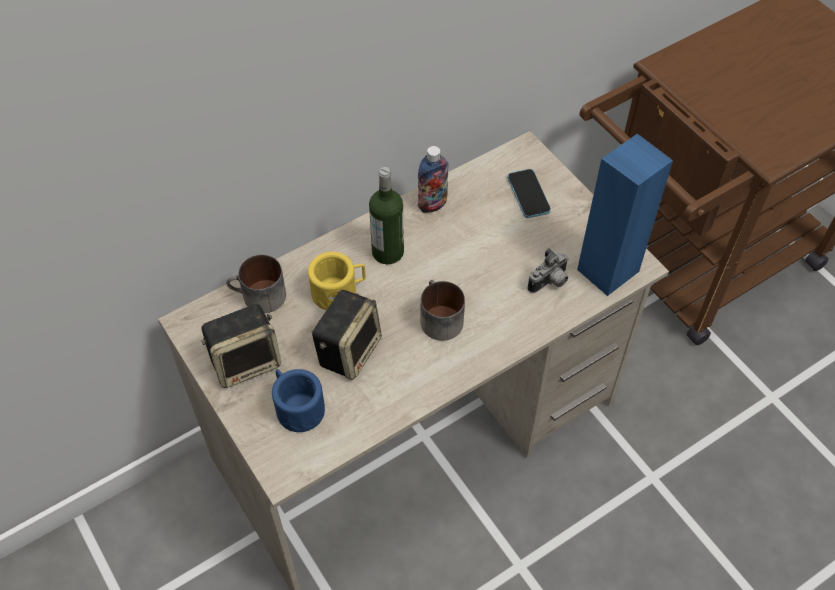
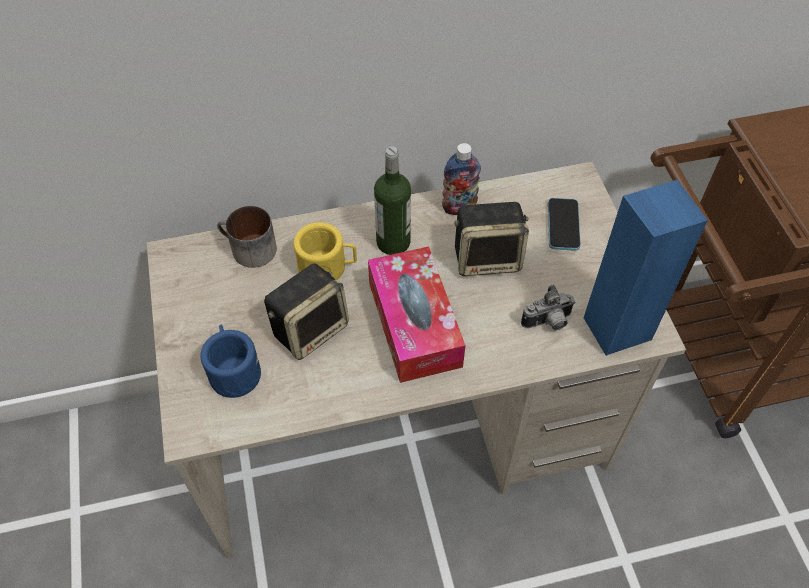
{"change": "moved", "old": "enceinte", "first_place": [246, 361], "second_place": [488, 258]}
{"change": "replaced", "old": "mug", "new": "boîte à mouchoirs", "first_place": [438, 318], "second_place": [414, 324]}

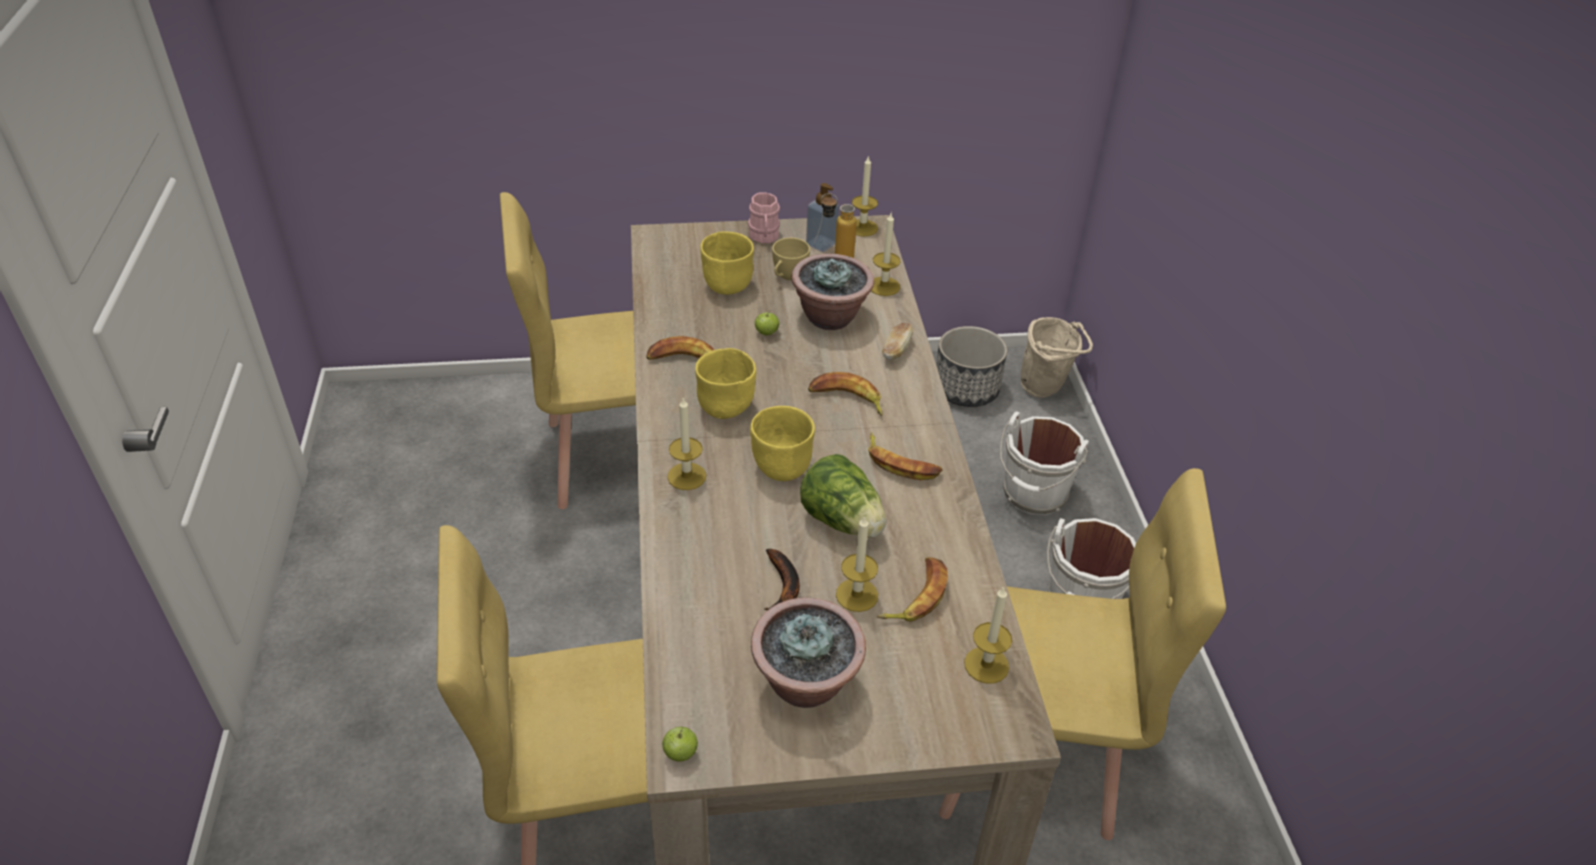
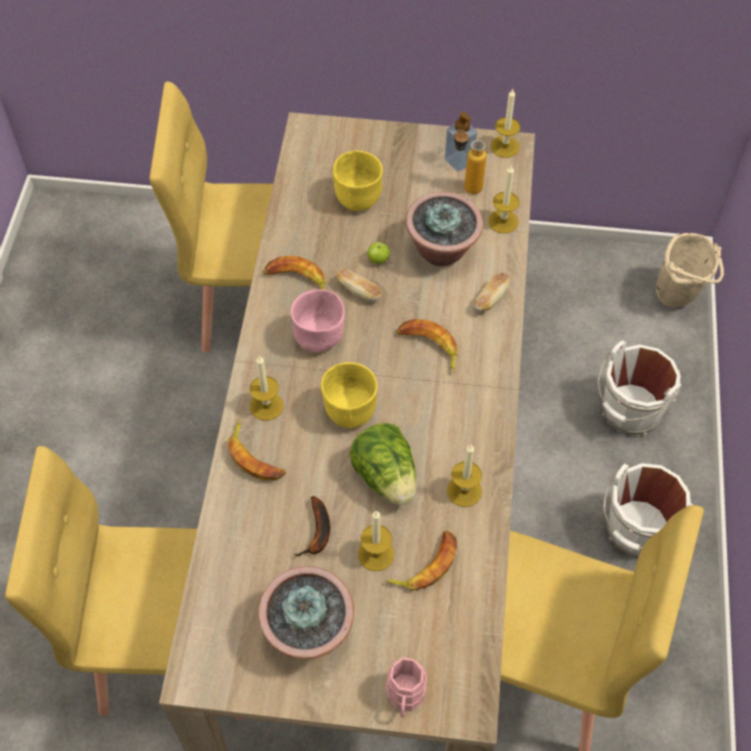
{"change": "removed", "old": "pomme", "first_place": [680, 754]}
{"change": "recoloured", "old": "bol/jaune", "new": "bol/rose", "first_place": [727, 407], "second_place": [320, 338]}
{"change": "moved", "old": "mug/rose", "first_place": [764, 237], "second_place": [404, 697]}
{"change": "removed", "old": "tasse/jaune", "first_place": [787, 276]}
{"change": "moved", "old": "banane", "first_place": [901, 463], "second_place": [255, 457]}
{"change": "removed", "old": "cache-pot", "first_place": [966, 389]}
{"change": "moved", "old": "bougie", "first_place": [986, 665], "second_place": [464, 491]}
{"change": "added", "new": "pain", "second_place": [359, 291]}

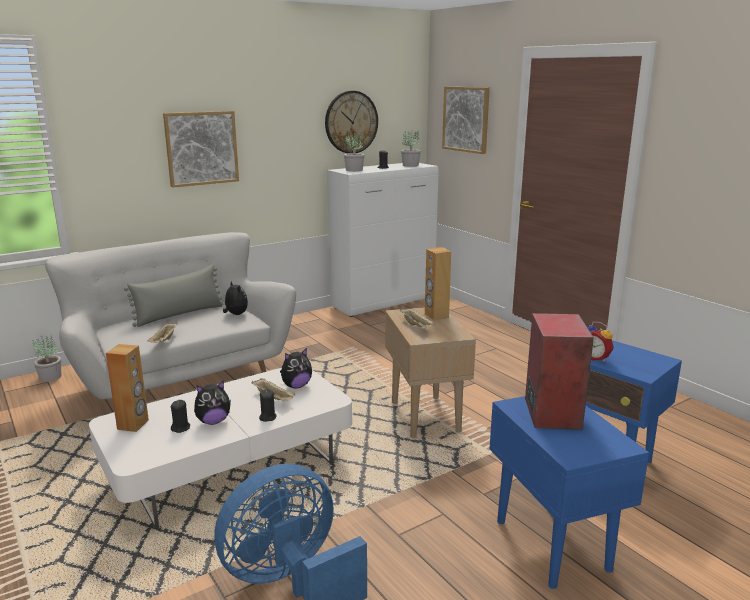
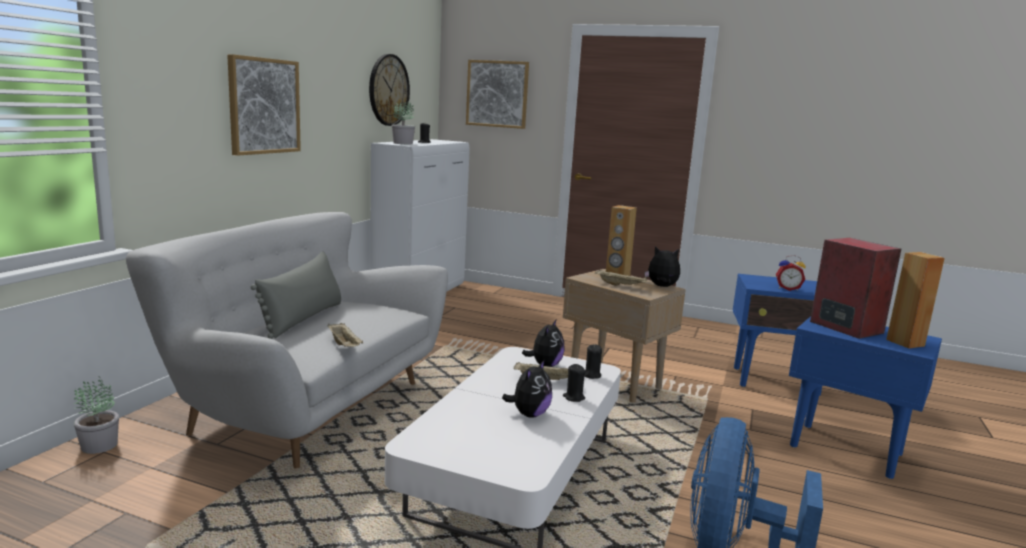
{"change": "moved", "old": "enceinte/marron", "first_place": [133, 424], "second_place": [905, 343]}
{"change": "moved", "old": "bougie/noir", "first_place": [181, 428], "second_place": [591, 375]}
{"change": "moved", "old": "peluche", "first_place": [235, 314], "second_place": [662, 287]}
{"change": "removed", "old": "plante en pot", "first_place": [410, 165]}

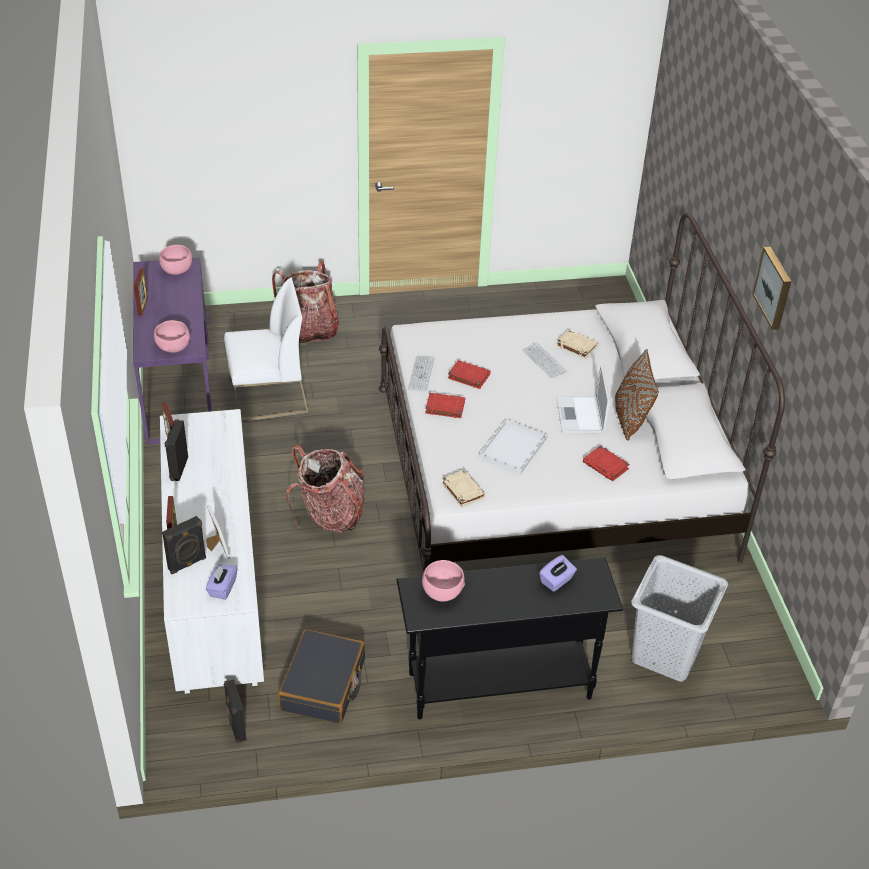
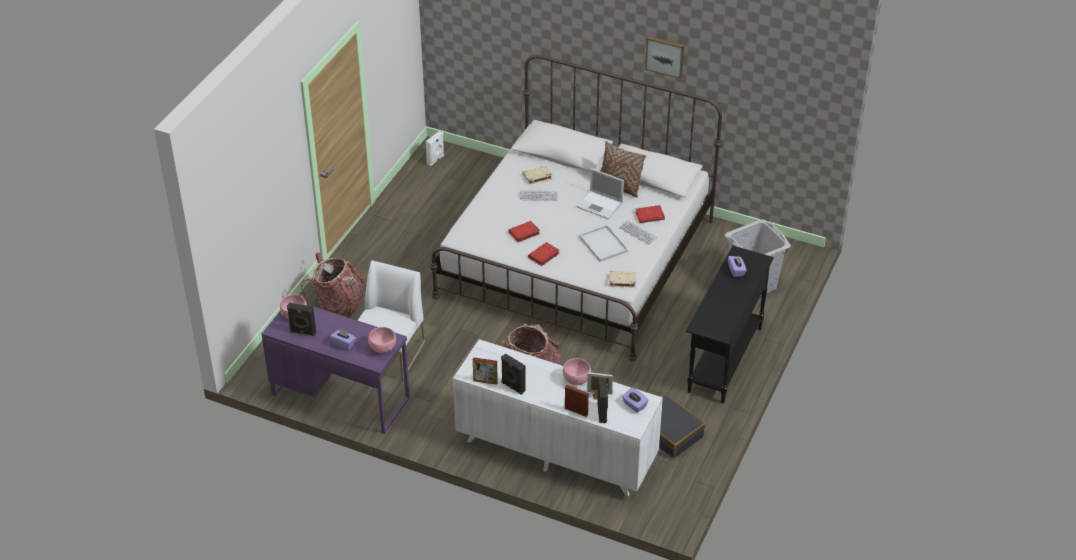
{"change": "removed", "old": "cadre photo", "first_place": [143, 306]}
{"change": "moved", "old": "enceinte/noir", "first_place": [236, 727], "second_place": [303, 332]}
{"change": "moved", "old": "clavier", "first_place": [421, 374], "second_place": [638, 233]}
{"change": "moved", "old": "bol/rose", "first_place": [442, 592], "second_place": [576, 380]}
{"change": "added", "new": "boîte à mouchoirs/violet", "second_place": [343, 344]}
{"change": "added", "new": "enceinte/blanc", "second_place": [436, 160]}

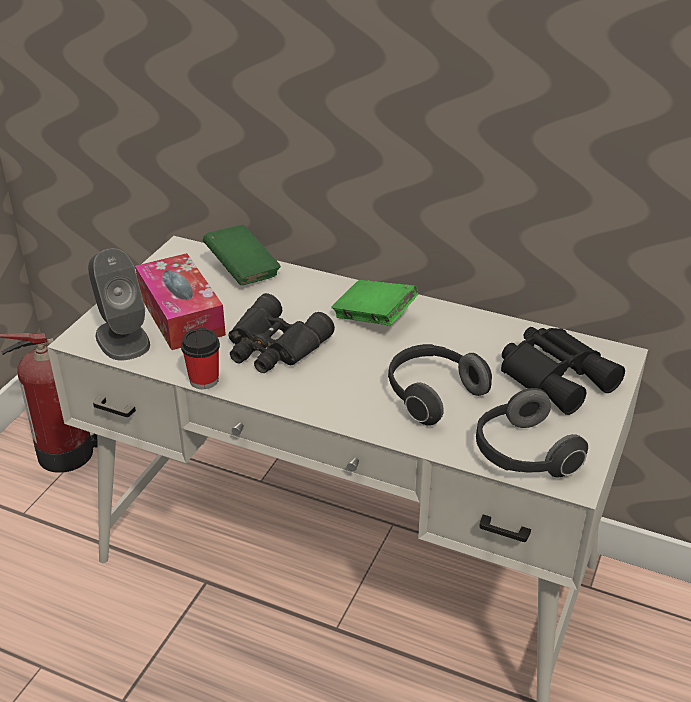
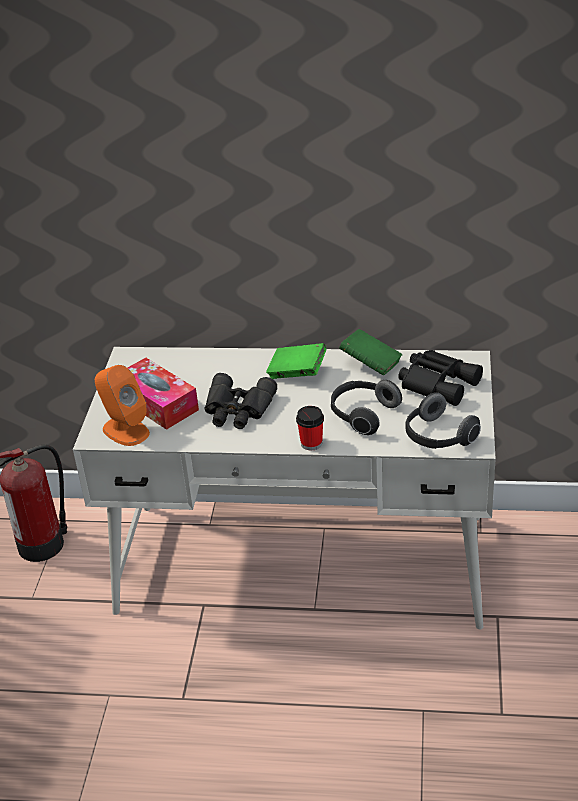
{"change": "recoloured", "old": "enceinte/gris", "new": "enceinte/orange", "first_place": [122, 339], "second_place": [125, 430]}
{"change": "moved", "old": "tasse", "first_place": [204, 380], "second_place": [311, 443]}
{"change": "moved", "old": "livre/vert", "first_place": [242, 270], "second_place": [371, 364]}

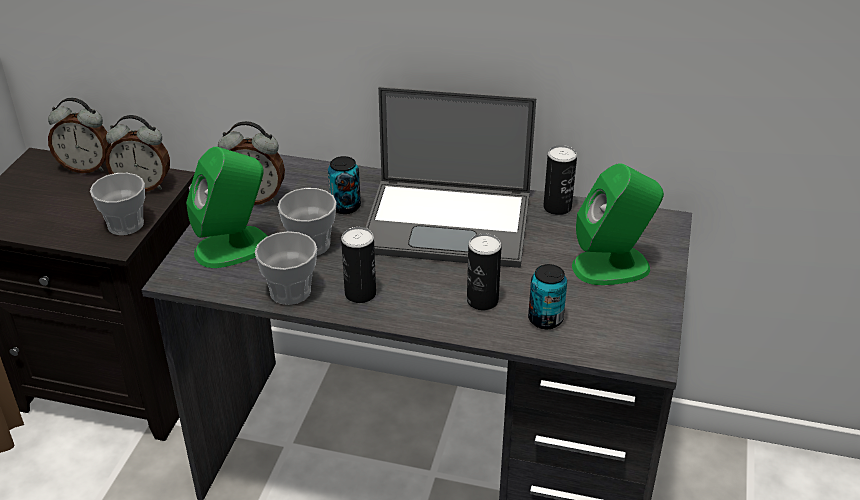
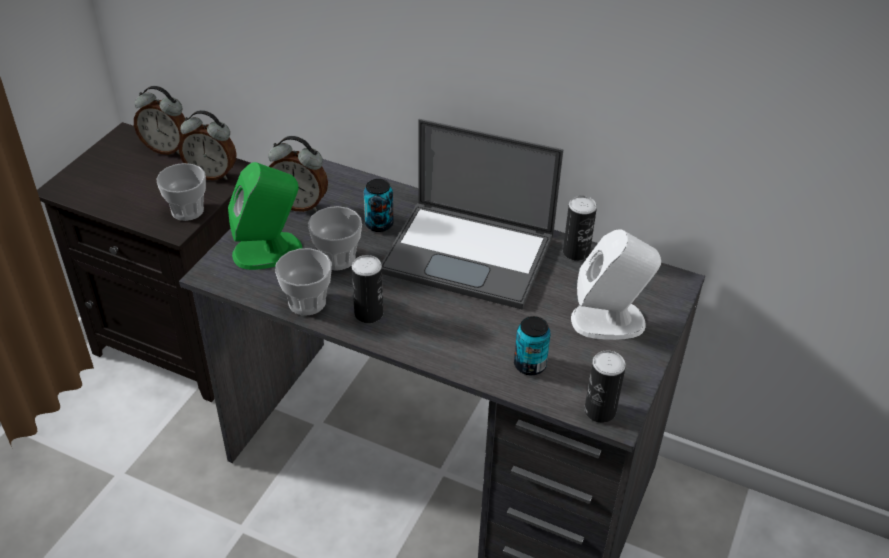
{"change": "moved", "old": "boîte métallique", "first_place": [482, 300], "second_place": [600, 411]}
{"change": "recoloured", "old": "enceinte/vert", "new": "enceinte/blanc", "first_place": [612, 266], "second_place": [609, 321]}

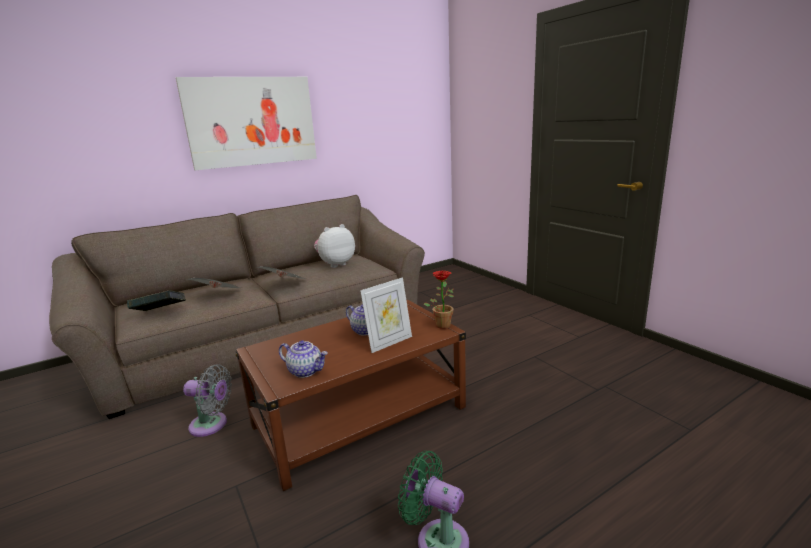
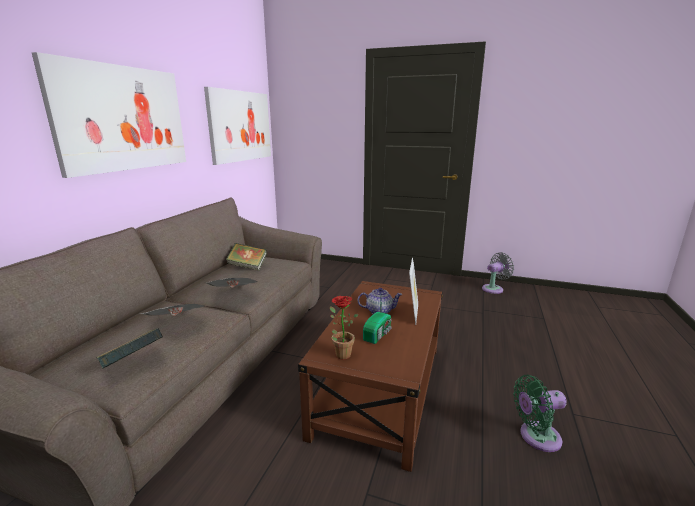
{"change": "moved", "old": "ventilateur/gris", "first_place": [212, 425], "second_place": [494, 289]}
{"change": "removed", "old": "théière", "first_place": [306, 371]}
{"change": "replaced", "old": "peluche", "new": "livre", "first_place": [335, 264], "second_place": [248, 267]}
{"change": "moved", "old": "plante en pot", "first_place": [442, 324], "second_place": [340, 353]}
{"change": "added", "new": "tableau", "second_place": [240, 126]}
{"change": "added", "new": "radio", "second_place": [378, 334]}

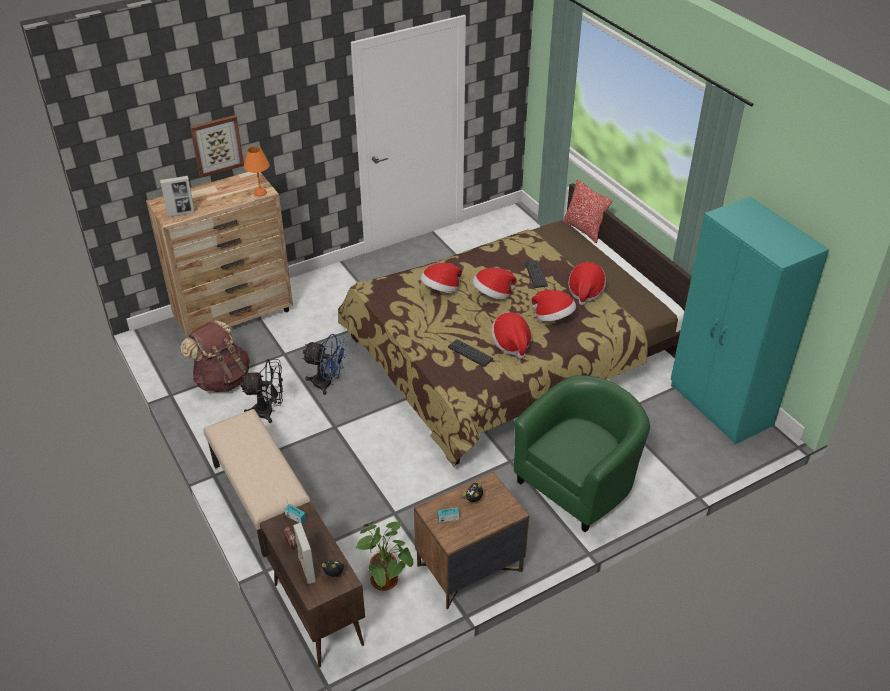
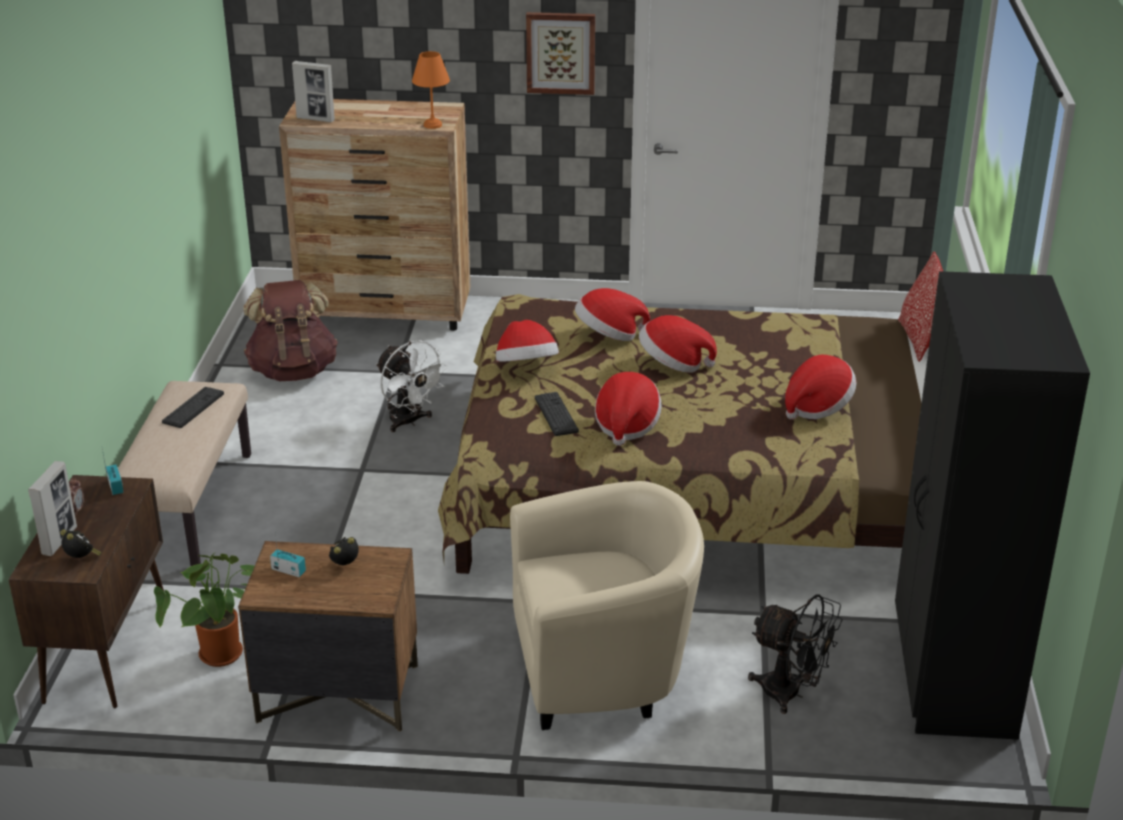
{"change": "moved", "old": "tableau", "first_place": [216, 145], "second_place": [561, 52]}
{"change": "moved", "old": "ventilateur/noir", "first_place": [269, 411], "second_place": [791, 694]}
{"change": "recoloured", "old": "ventilateur/bleu", "new": "ventilateur/blanc", "first_place": [327, 383], "second_place": [409, 422]}
{"change": "recoloured", "old": "fauteuil/vert", "new": "fauteuil/beige", "first_place": [578, 483], "second_place": [604, 670]}
{"change": "moved", "old": "clavier", "first_place": [536, 274], "second_place": [193, 408]}
{"change": "moved", "old": "chapeau", "first_place": [553, 317], "second_place": [526, 368]}
{"change": "recoloured", "old": "armoire/turquoise", "new": "armoire/noir", "first_place": [720, 406], "second_place": [951, 676]}

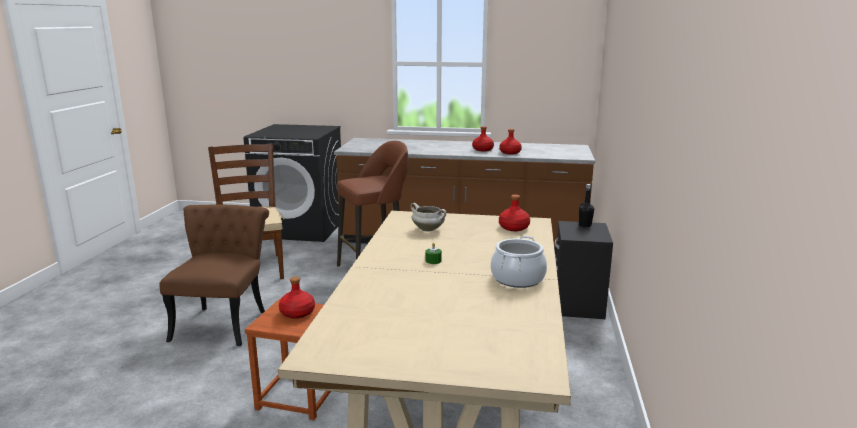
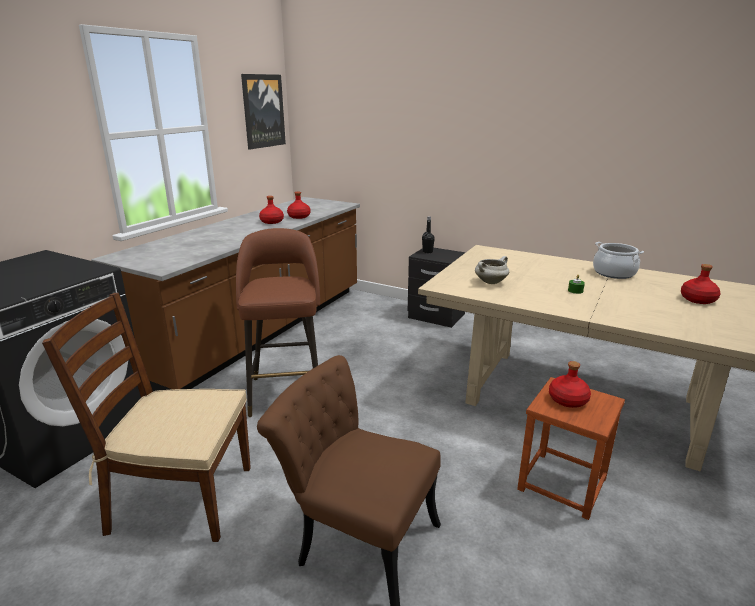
{"change": "moved", "old": "bouteille/rouge", "first_place": [513, 228], "second_place": [698, 300]}
{"change": "added", "new": "tableau", "second_place": [263, 111]}

